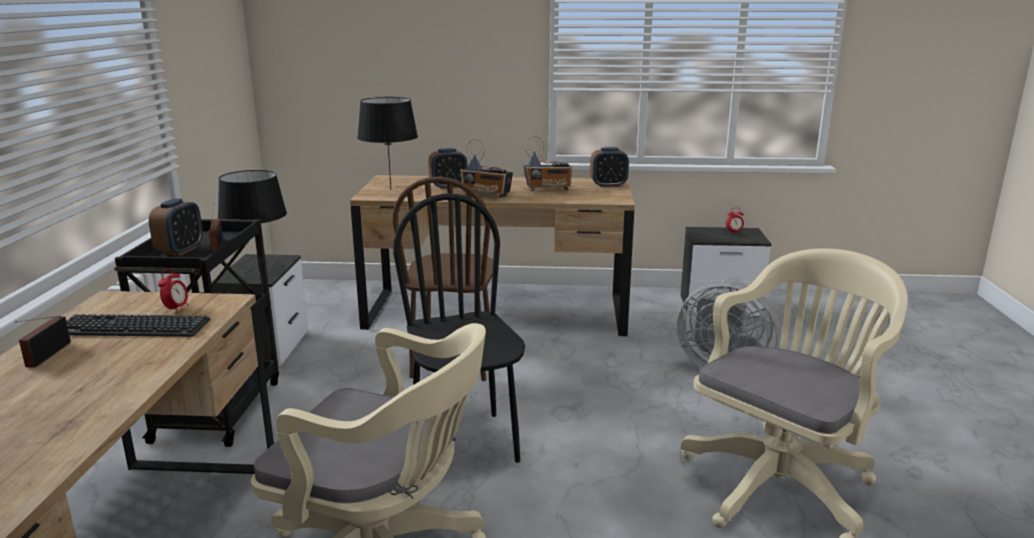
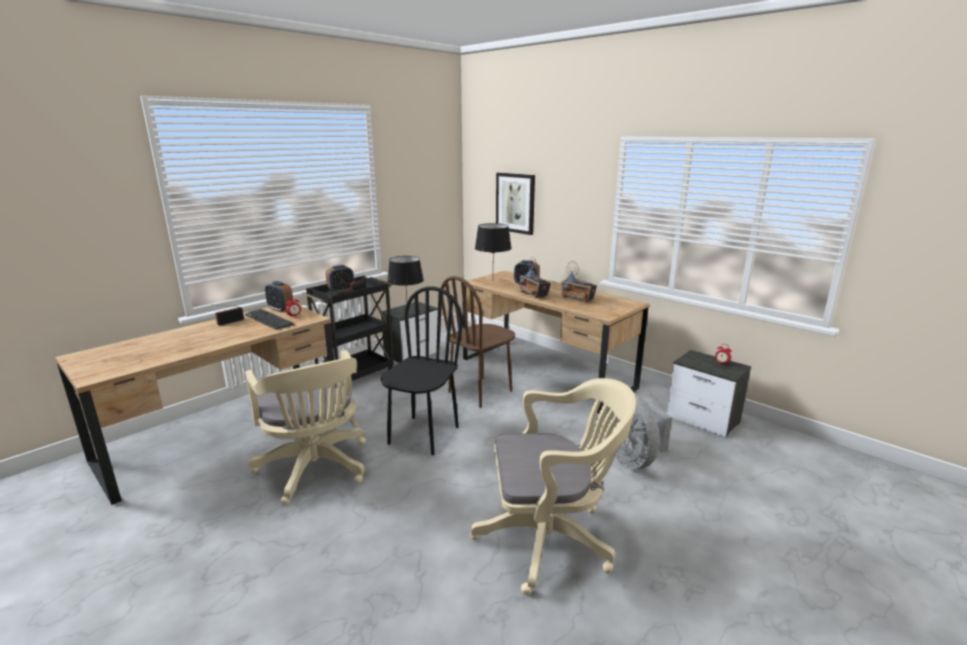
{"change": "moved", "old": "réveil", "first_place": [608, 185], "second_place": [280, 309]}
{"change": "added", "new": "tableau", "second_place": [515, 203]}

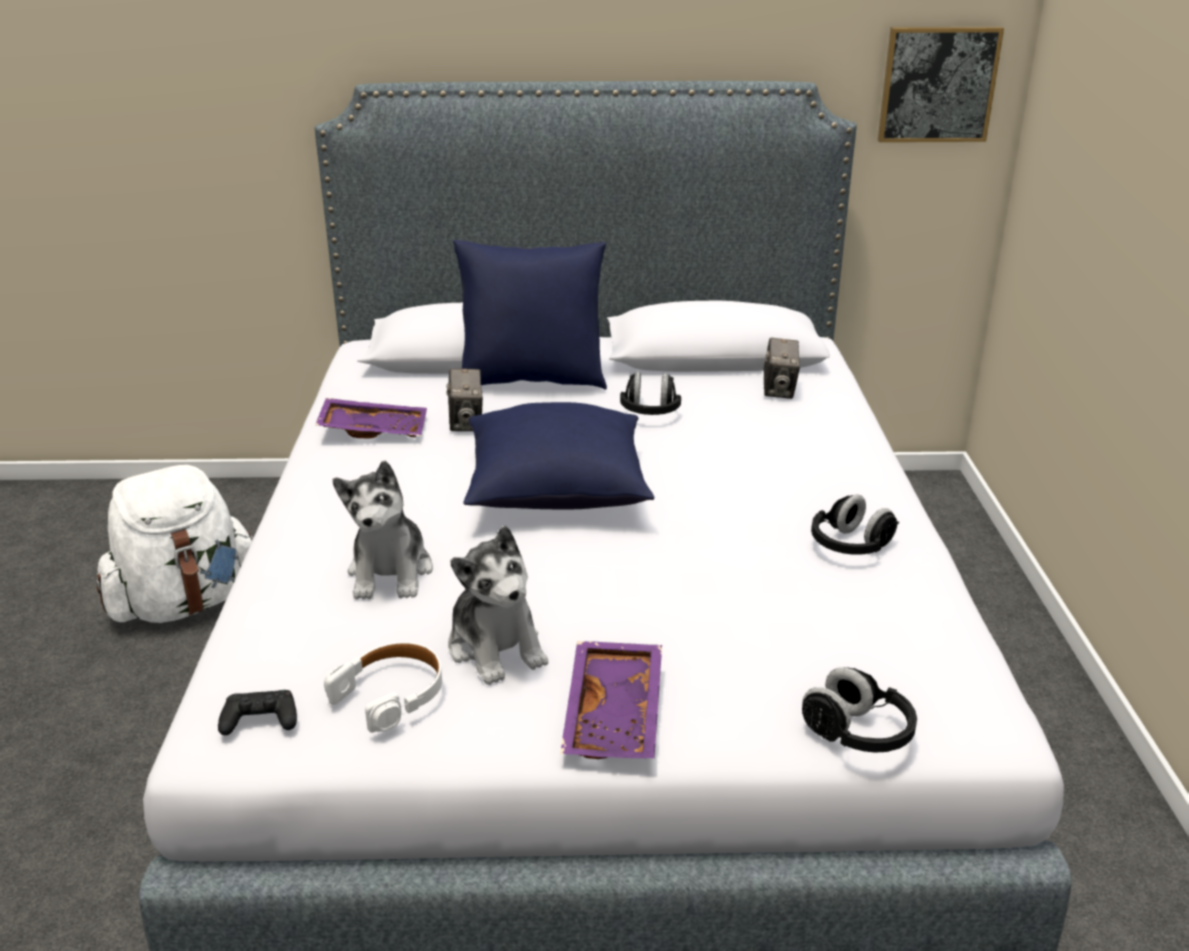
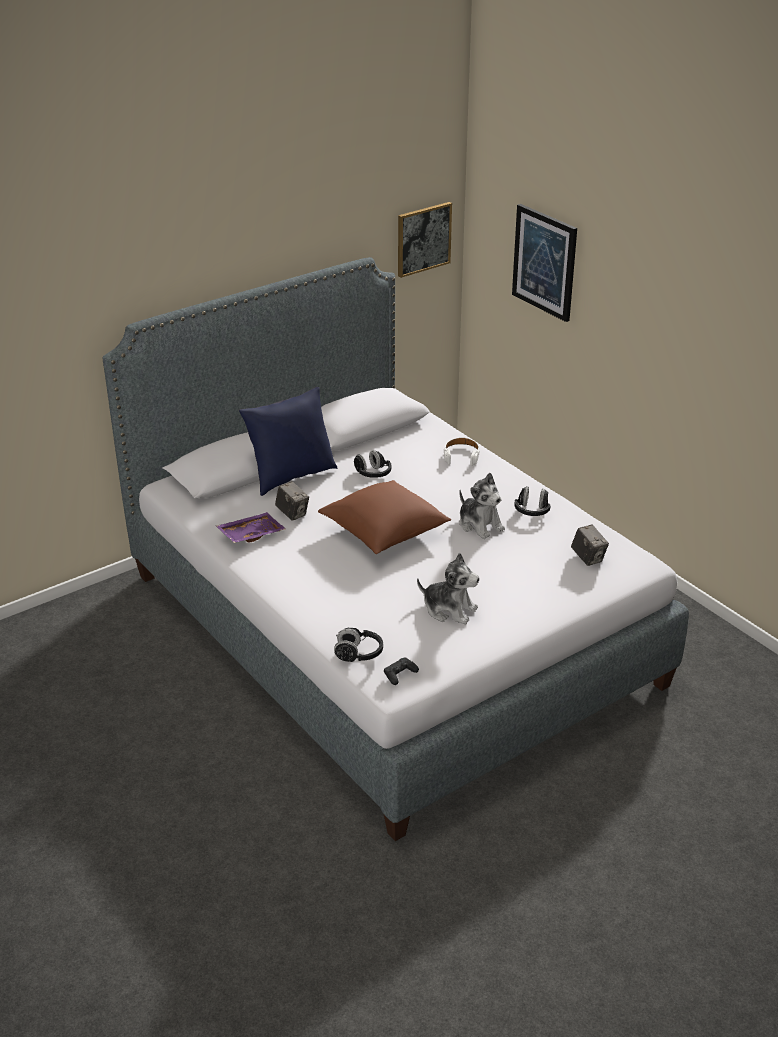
{"change": "removed", "old": "sac à dos/blanc", "first_place": [185, 603]}
{"change": "moved", "old": "casque audio/blanc", "first_place": [391, 694], "second_place": [461, 456]}
{"change": "moved", "old": "peluche", "first_place": [391, 573], "second_place": [480, 525]}
{"change": "recoloured", "old": "coussin/bleu", "new": "coussin/marron", "first_place": [556, 491], "second_place": [384, 533]}
{"change": "removed", "old": "plateau/violet", "first_place": [616, 715]}
{"change": "moved", "old": "appareil photo", "first_place": [779, 391], "second_place": [588, 558]}
{"change": "moved", "old": "casque audio/noir", "first_place": [857, 733], "second_place": [358, 654]}
{"change": "added", "new": "tableau", "second_place": [545, 262]}

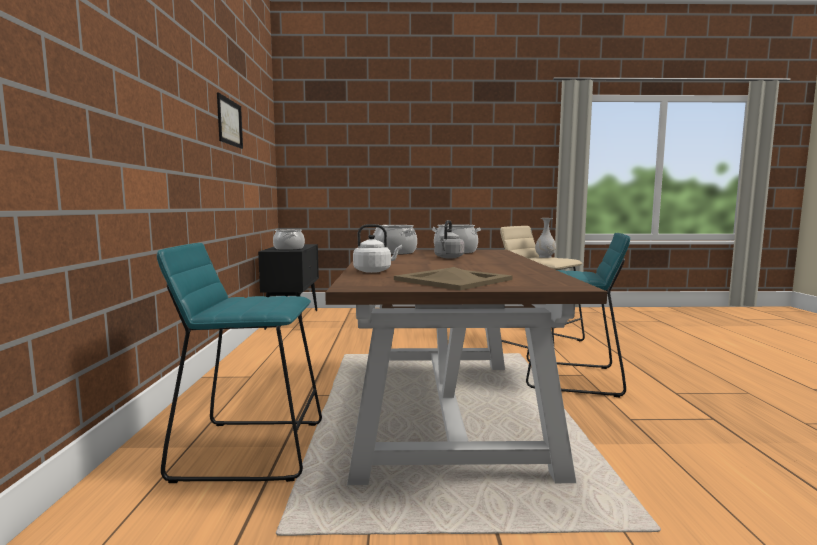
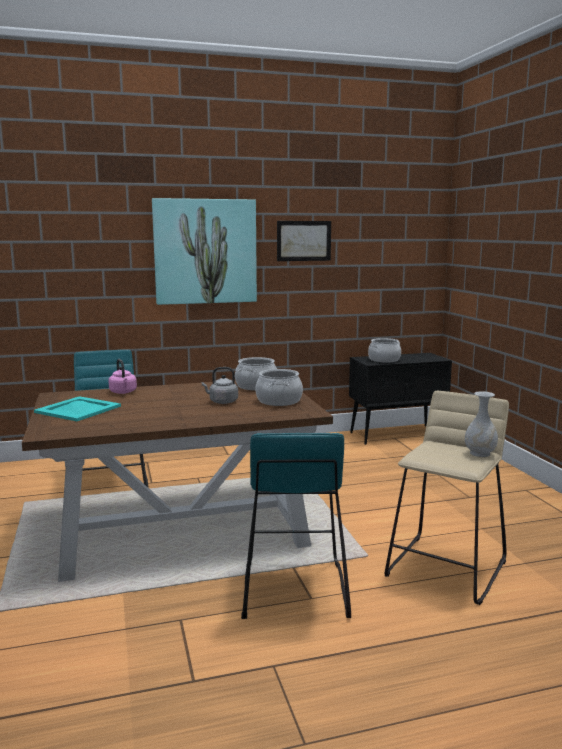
{"change": "recoloured", "old": "bouilloire/blanc", "new": "bouilloire/rose", "first_place": [374, 271], "second_place": [123, 392]}
{"change": "recoloured", "old": "plateau/beige", "new": "plateau/turquoise", "first_place": [452, 280], "second_place": [78, 409]}
{"change": "added", "new": "tableau", "second_place": [205, 251]}

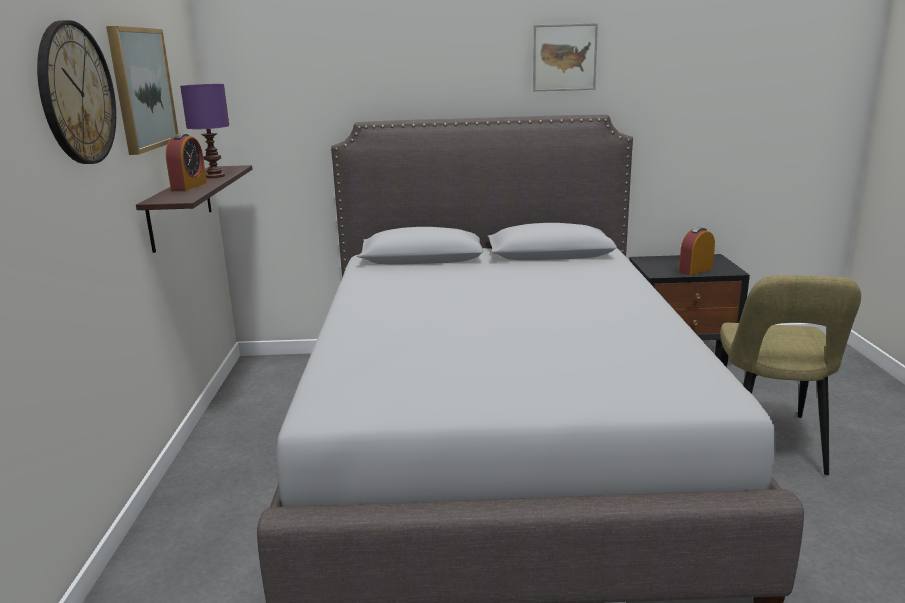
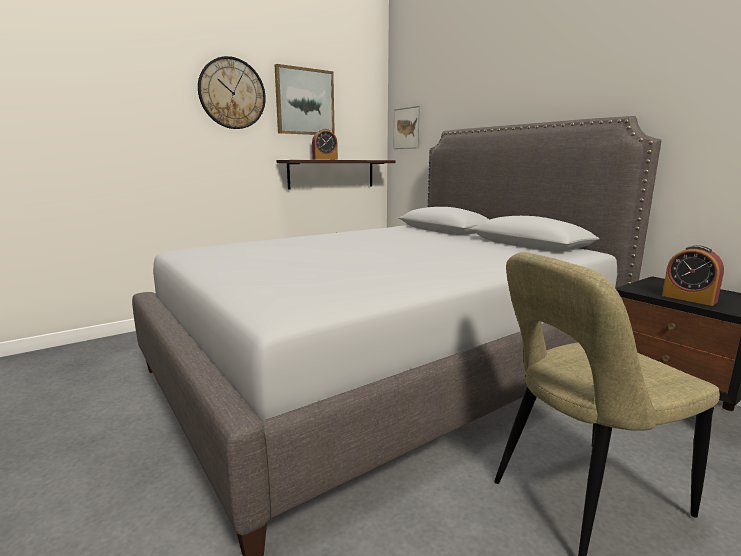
{"change": "removed", "old": "lampe de table/violet", "first_place": [215, 176]}
{"change": "moved", "old": "tableau", "first_place": [564, 57], "second_place": [407, 128]}
{"change": "turned", "old": "réveil", "first_place": [695, 270], "second_place": [689, 298], "degrees": -150}

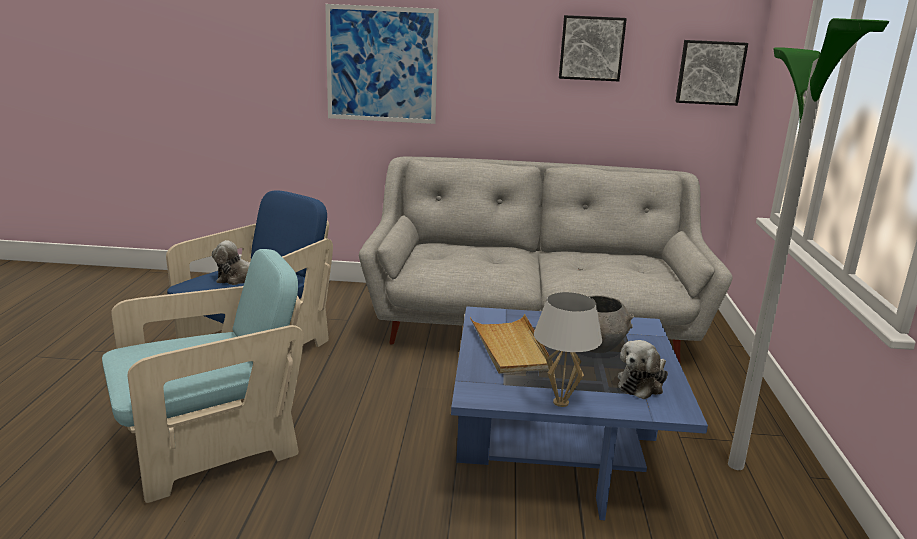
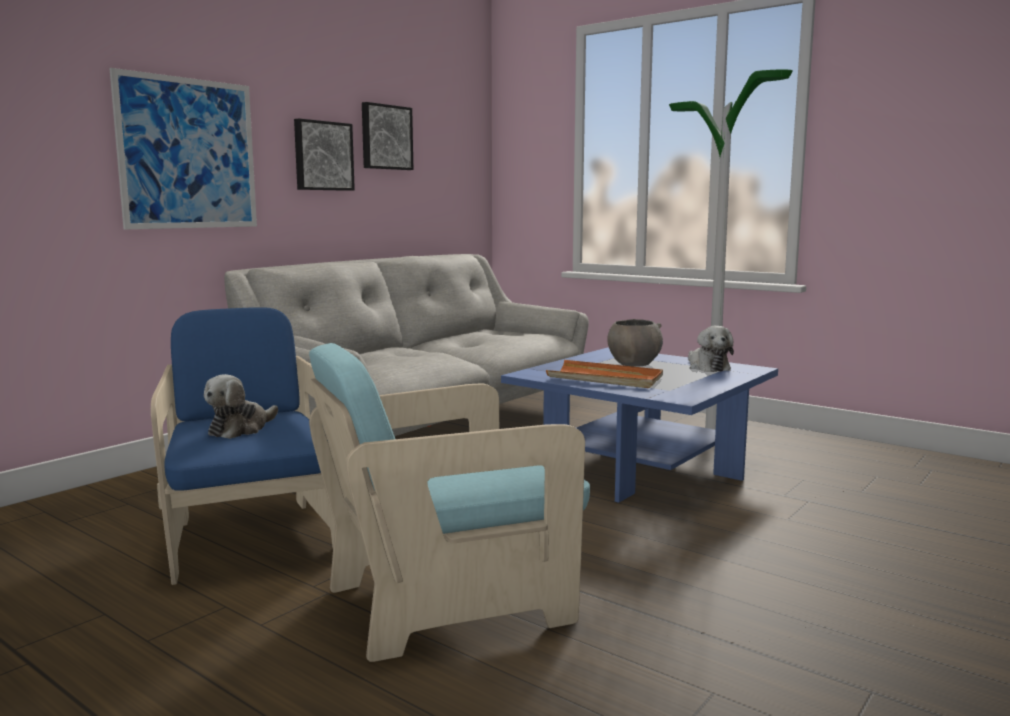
{"change": "turned", "old": "fauteuil/turquoise", "first_place": [210, 446], "second_place": [449, 602], "degrees": -120}
{"change": "recoloured", "old": "plateau/beige", "new": "plateau/orange", "first_place": [510, 347], "second_place": [605, 379]}
{"change": "removed", "old": "lampe de table/blanc", "first_place": [560, 403]}
{"change": "moved", "old": "tableau", "first_place": [710, 72], "second_place": [322, 156]}

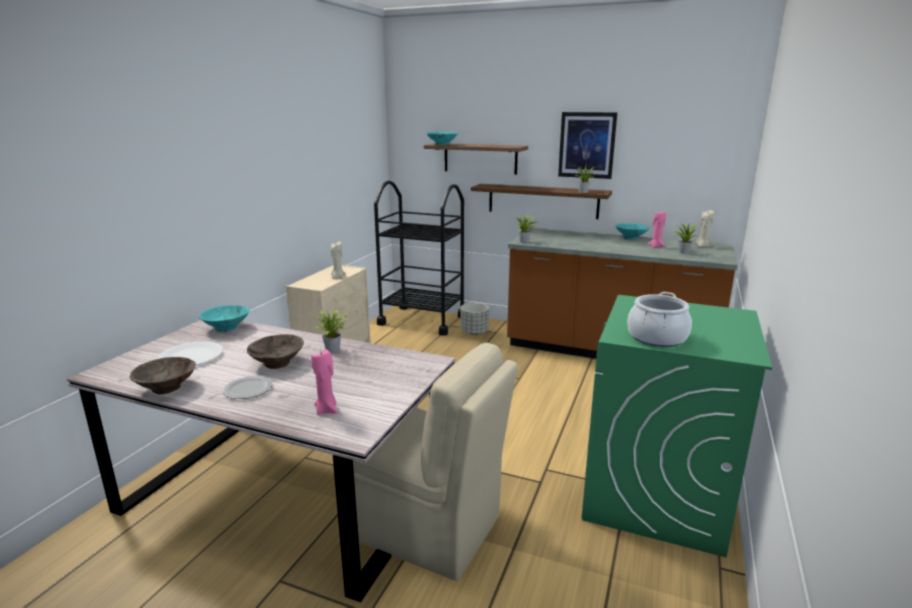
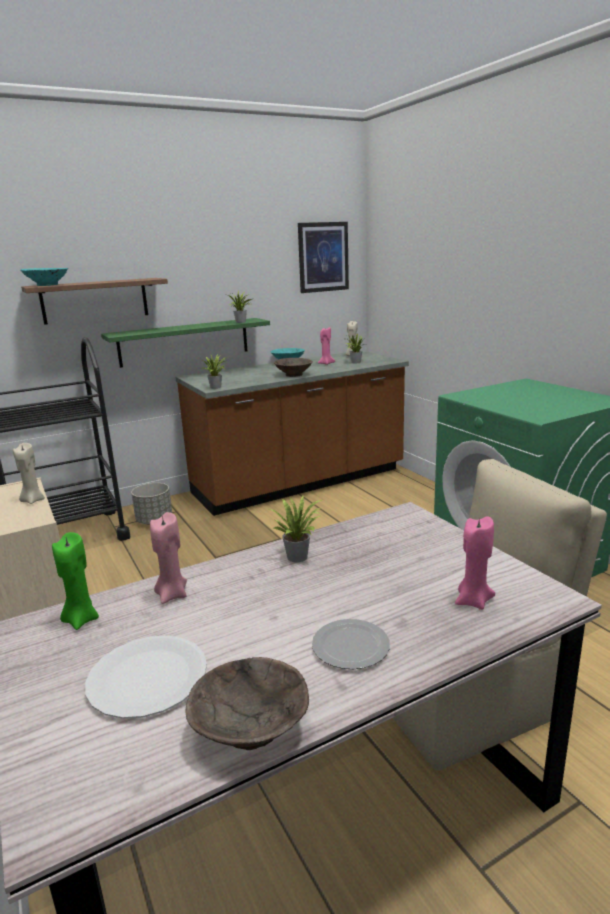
{"change": "replaced", "old": "bol/turquoise", "new": "bougie/vert", "first_place": [227, 328], "second_place": [81, 619]}
{"change": "moved", "old": "bol/marron", "first_place": [277, 363], "second_place": [293, 375]}
{"change": "recoloured", "old": "étagère/marron", "new": "étagère/vert", "first_place": [542, 201], "second_place": [184, 342]}
{"change": "moved", "old": "tableau", "first_place": [587, 145], "second_place": [323, 257]}
{"change": "removed", "old": "marmite", "first_place": [657, 337]}
{"change": "added", "new": "bougie/rose", "second_place": [172, 595]}

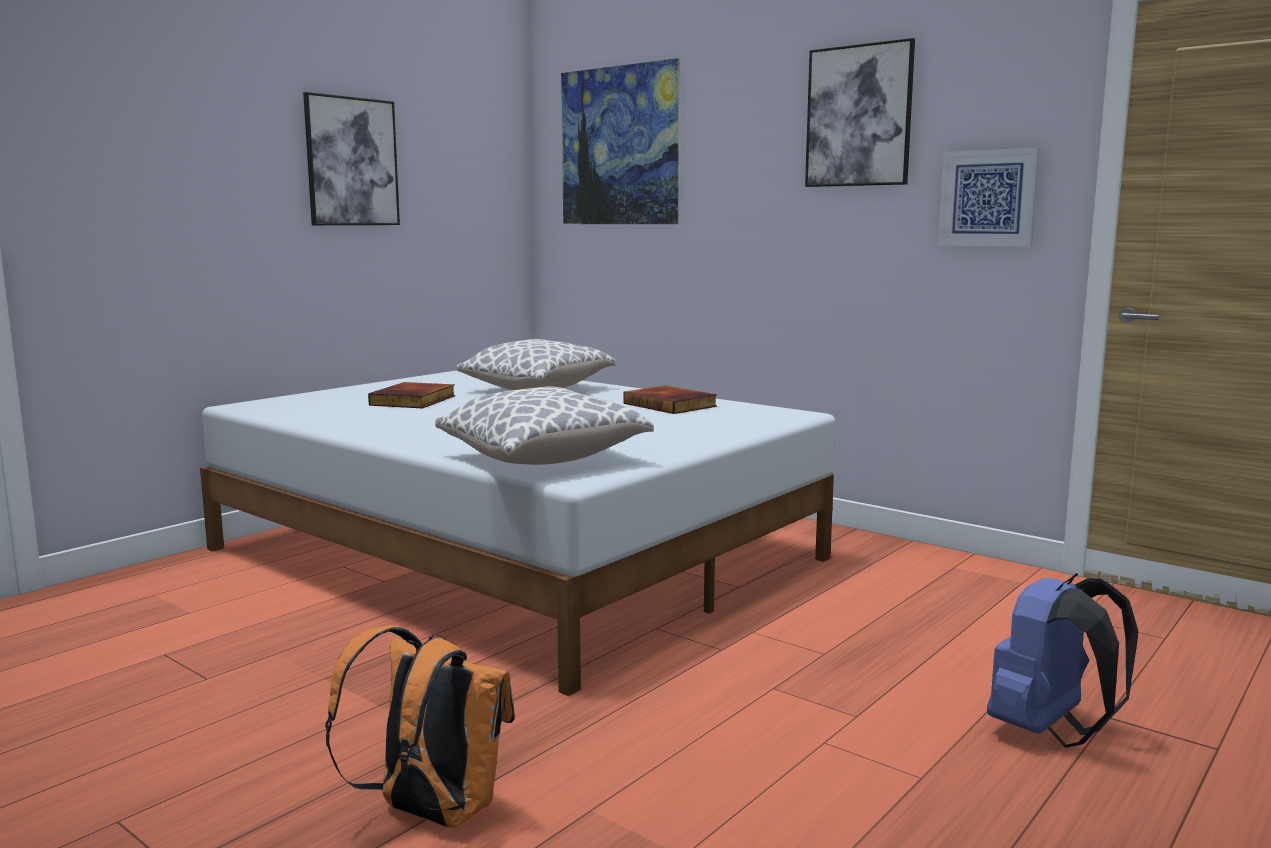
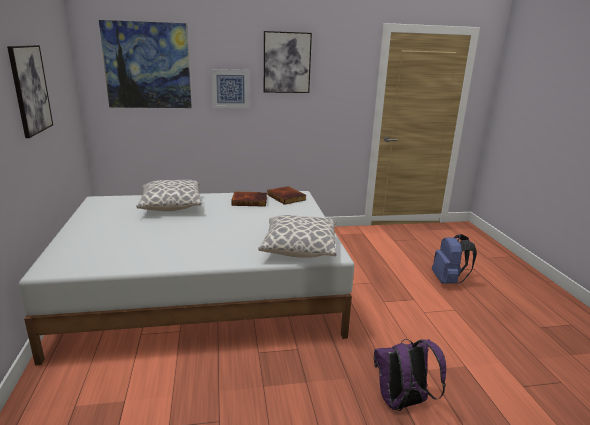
{"change": "recoloured", "old": "sac à dos/orange", "new": "sac à dos/violet", "first_place": [430, 813], "second_place": [402, 403]}
{"change": "moved", "old": "livre", "first_place": [414, 400], "second_place": [287, 197]}
{"change": "moved", "old": "tableau", "first_place": [988, 198], "second_place": [230, 88]}

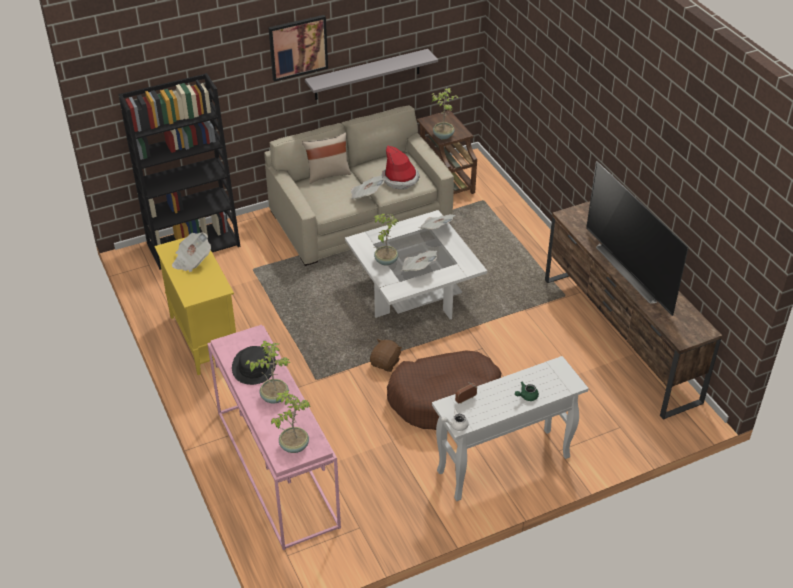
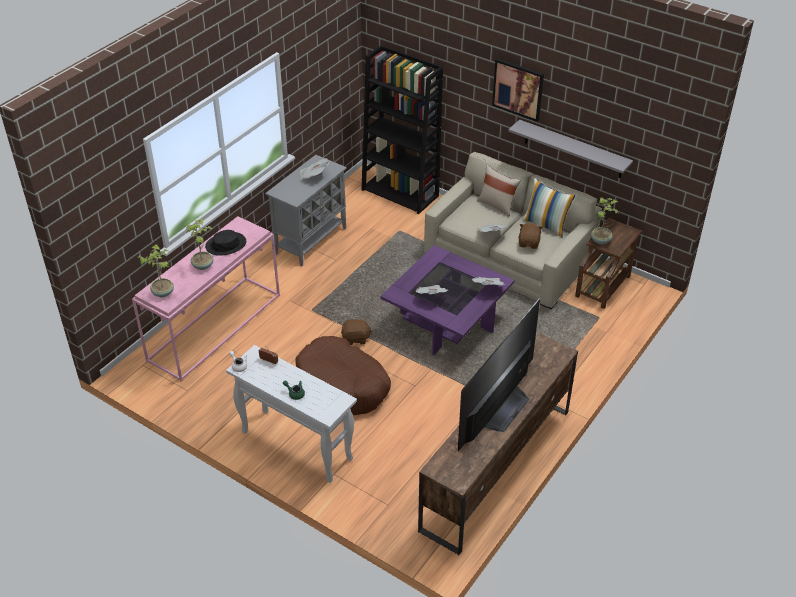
{"change": "recoloured", "old": "meuble de rangement/jaune", "new": "meuble de rangement/gris", "first_place": [203, 338], "second_place": [311, 240]}
{"change": "recoloured", "old": "table basse/blanc", "new": "table basse/violet", "first_place": [414, 293], "second_place": [446, 323]}
{"change": "removed", "old": "plante en pot", "first_place": [385, 261]}
{"change": "replaced", "old": "chapeau", "new": "peluche/marron", "first_place": [400, 179], "second_place": [529, 243]}
{"change": "added", "new": "coussin", "second_place": [546, 225]}

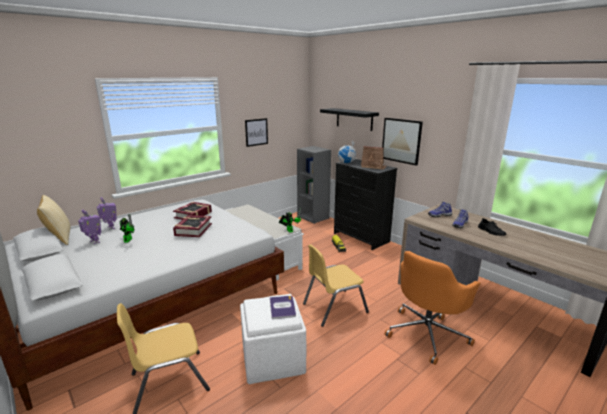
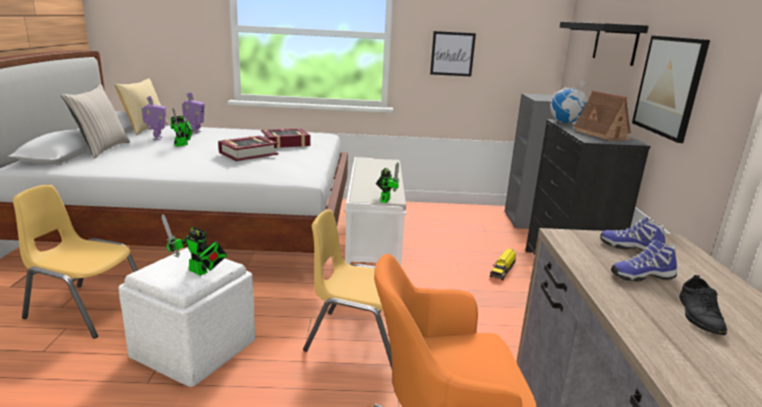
{"change": "replaced", "old": "livre", "new": "robot jouet", "first_place": [282, 307], "second_place": [200, 272]}
{"change": "added", "new": "coussin/beige", "second_place": [102, 149]}

